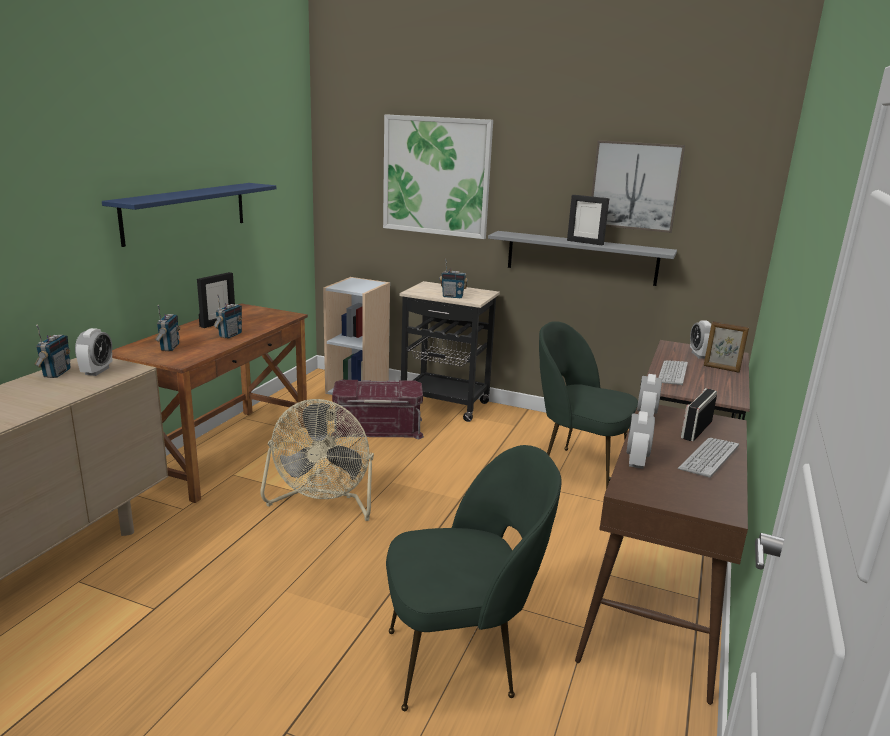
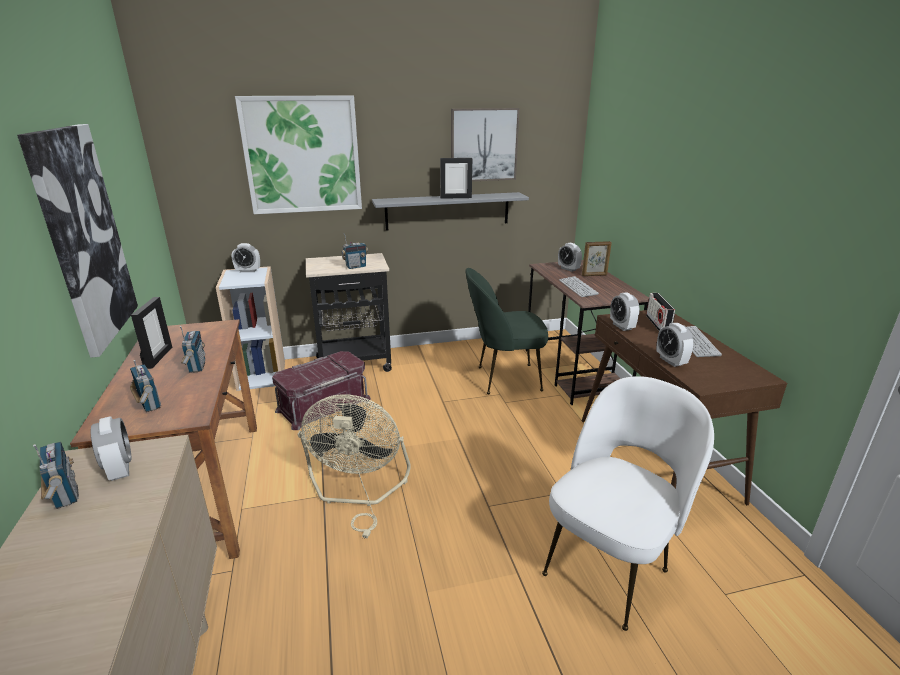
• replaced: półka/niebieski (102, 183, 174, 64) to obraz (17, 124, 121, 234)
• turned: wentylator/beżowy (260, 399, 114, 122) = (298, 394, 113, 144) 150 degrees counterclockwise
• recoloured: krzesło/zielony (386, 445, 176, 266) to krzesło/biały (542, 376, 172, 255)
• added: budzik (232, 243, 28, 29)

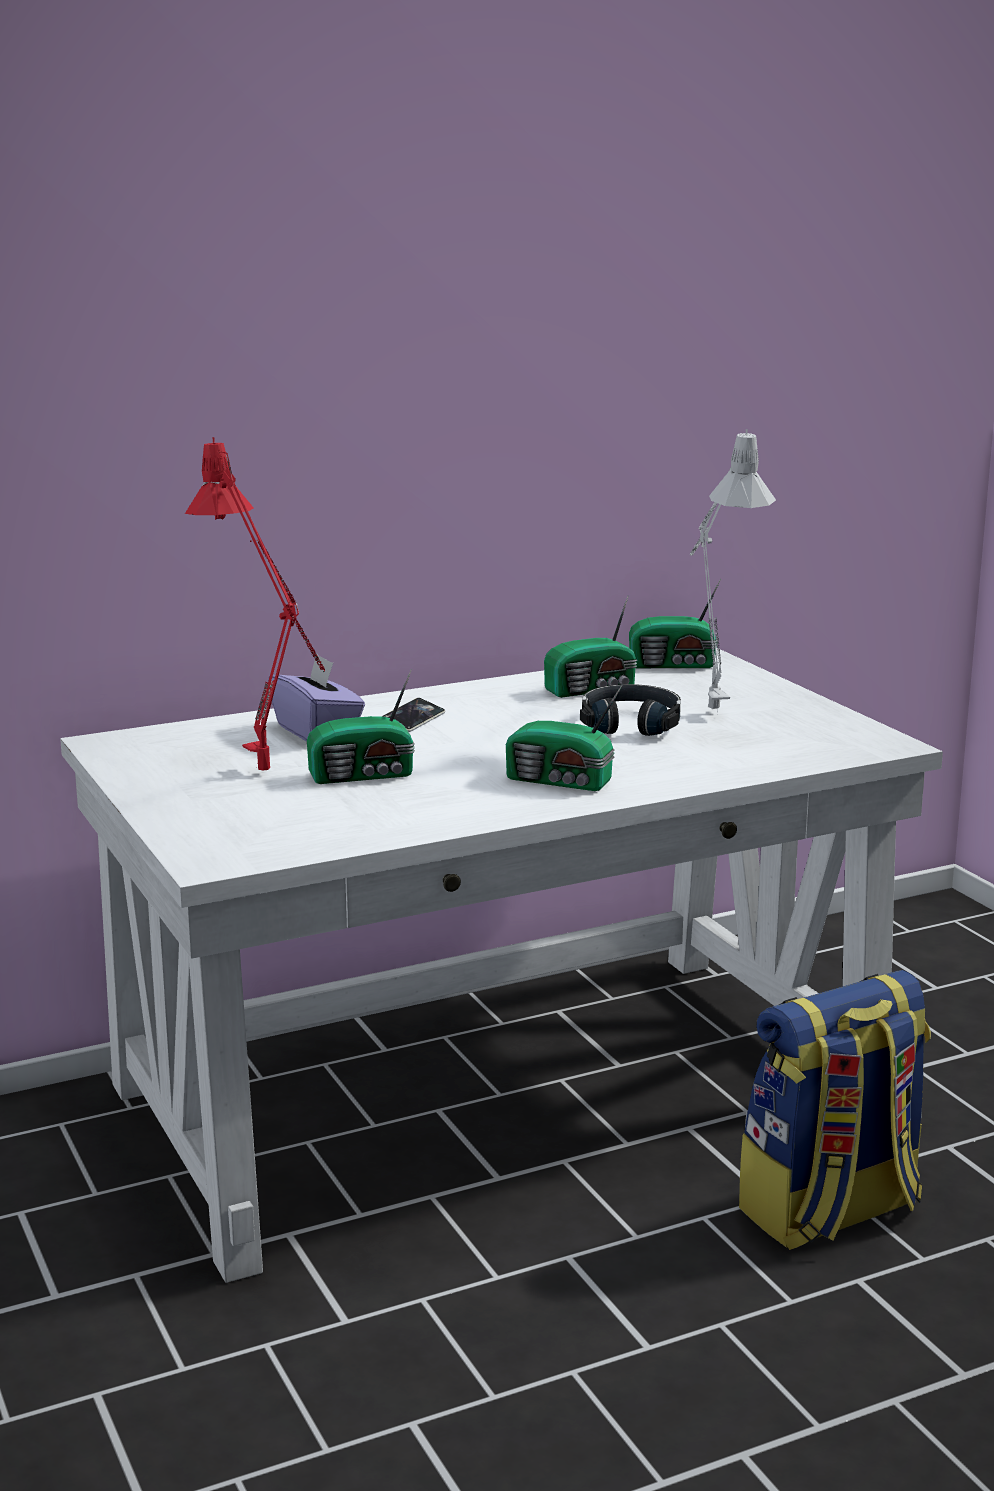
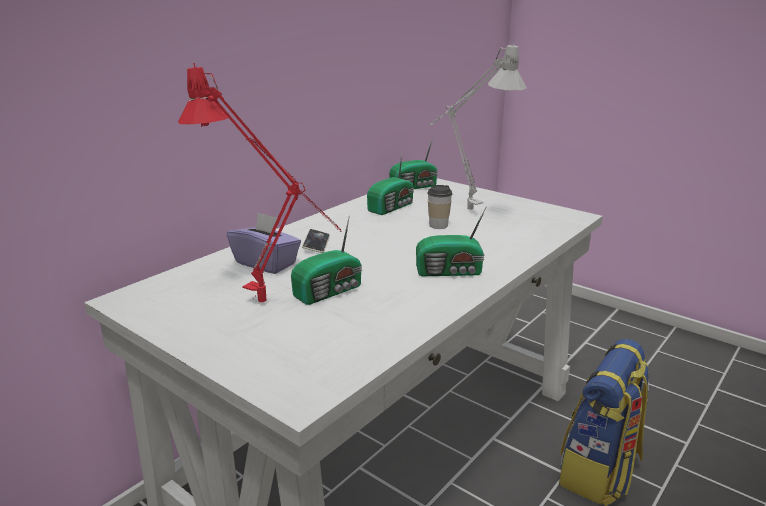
• replaced: słuchawki/czarny (580, 684, 101, 52) to filiżanka (427, 185, 25, 44)

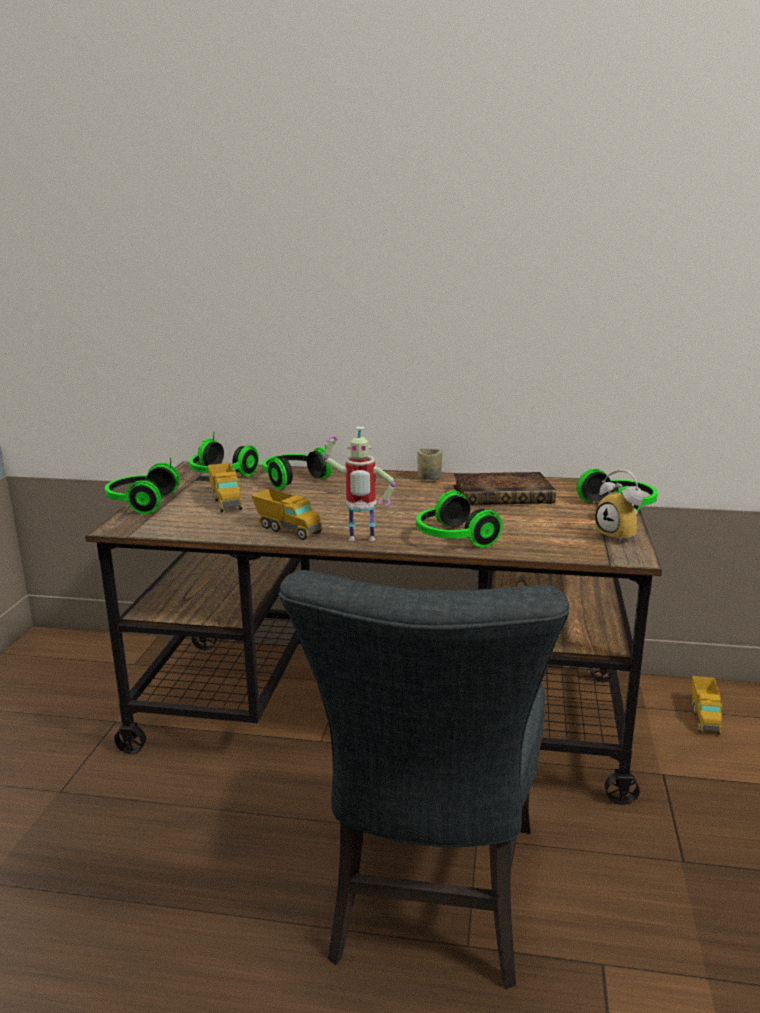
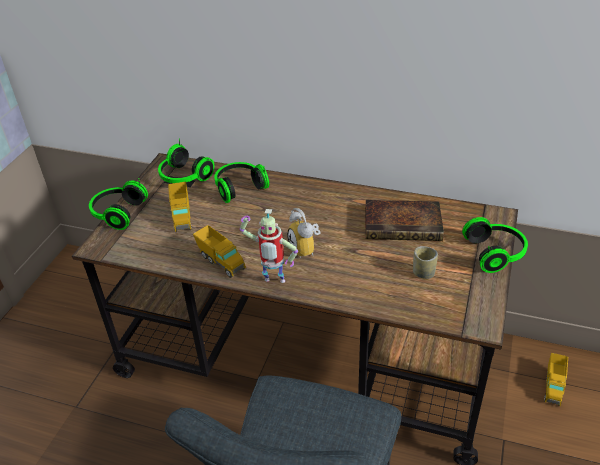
• moved: filiżanka (418, 448, 24, 32) to (413, 246, 25, 33)
• moved: budzik (595, 469, 48, 74) to (287, 208, 34, 50)
• removed: słuchawki (416, 483, 87, 65)

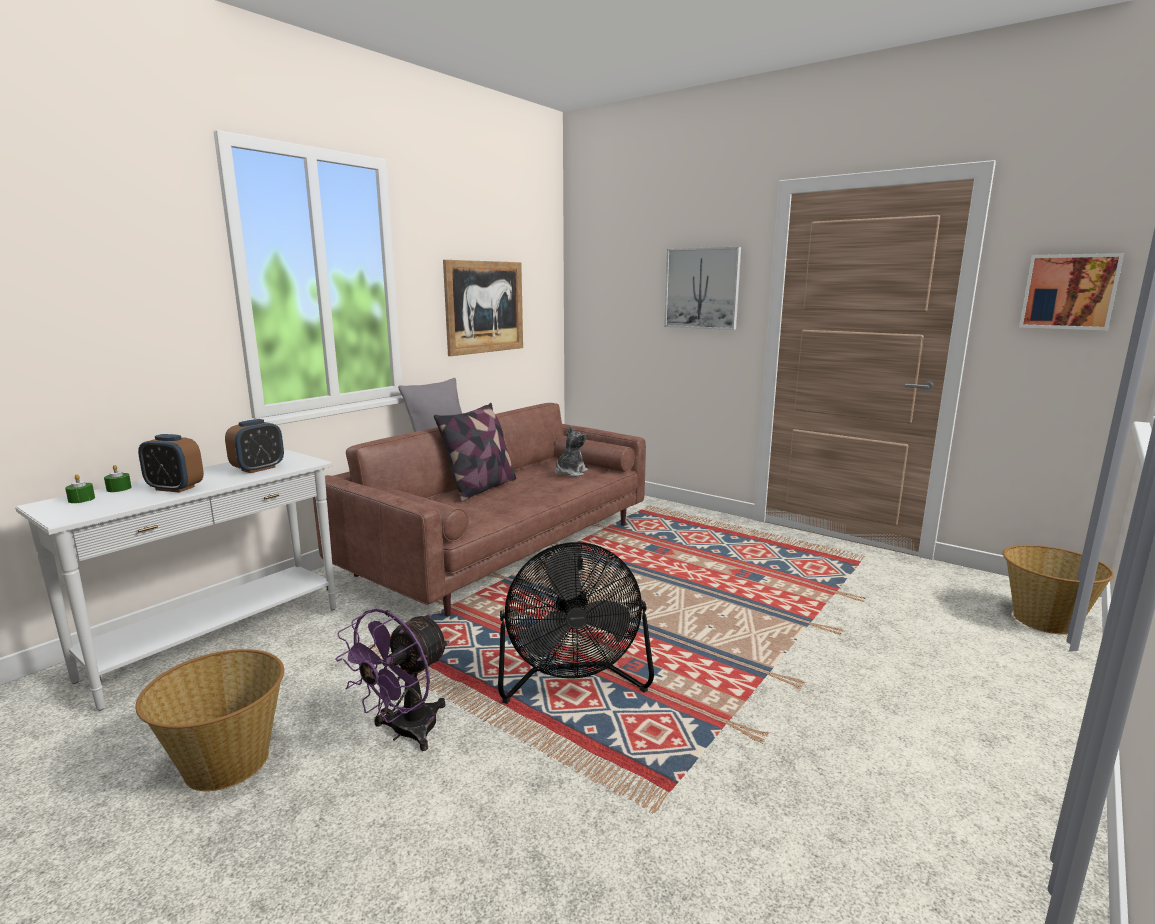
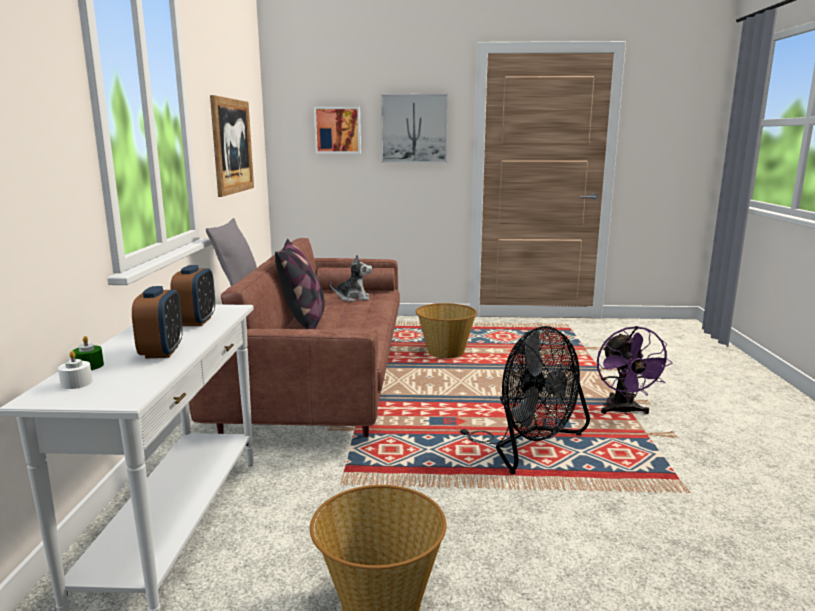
• moved: obraz (1019, 253, 105, 77) to (314, 107, 47, 46)
• turned: pluszak (555, 426, 33, 51) = (330, 255, 42, 47) 90 degrees clockwise
• turned: budzik (138, 434, 66, 59) = (132, 286, 51, 73) 75 degrees counterclockwise
• recoloured: świeca/zielony (65, 474, 30, 29) to świeca/biały (58, 351, 35, 38)
• moved: koszyk (1003, 545, 111, 90) to (415, 303, 62, 55)
• moved: wentylator/fioletowy (335, 608, 114, 143) to (597, 326, 76, 89)

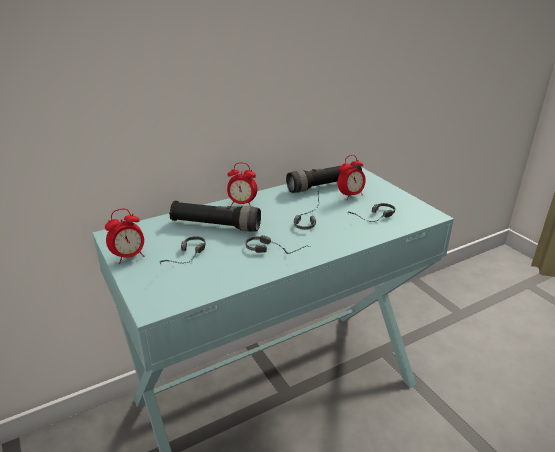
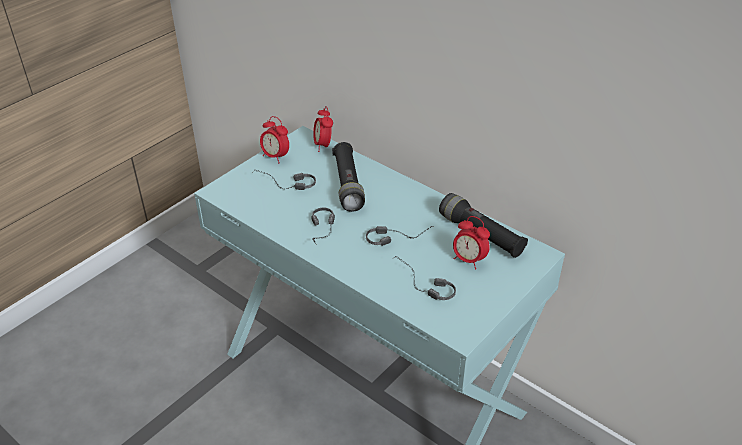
• moved: budzik (227, 162, 30, 44) to (313, 106, 20, 46)

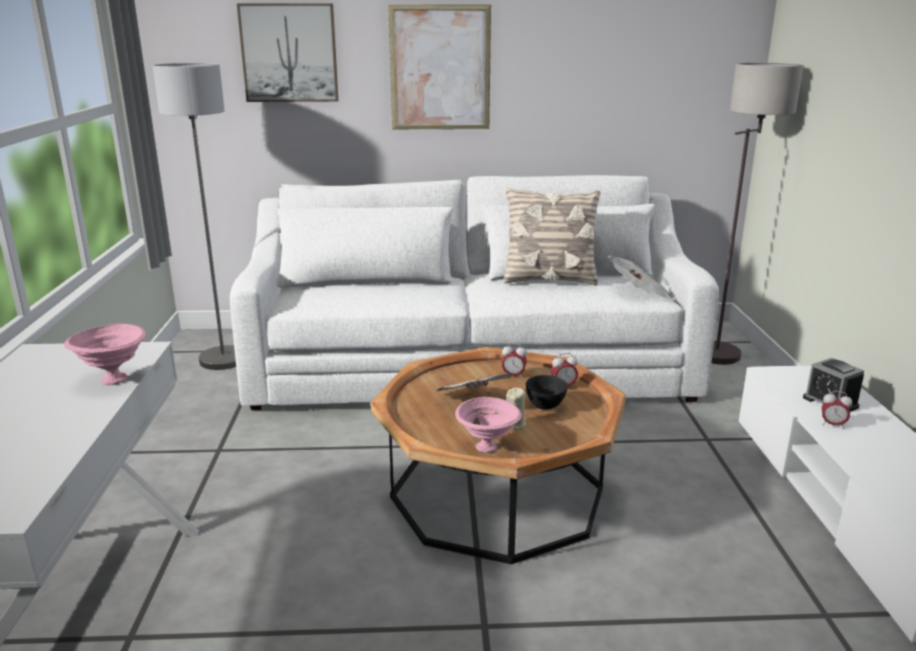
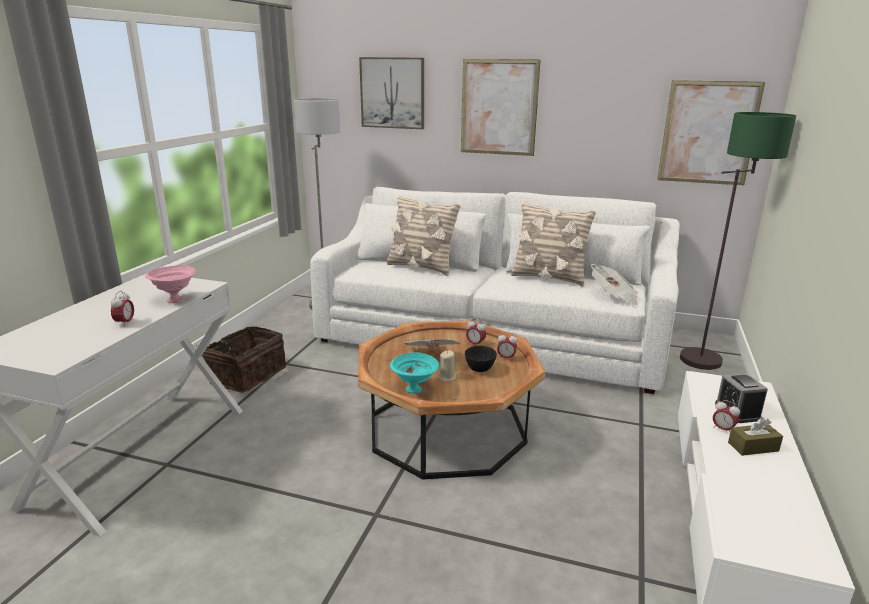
• recoloured: lampa stojąca/szary (711, 63, 92, 302) to lampa stojąca/zielony (680, 112, 116, 258)
• recoloured: miska/różowy (455, 397, 67, 56) to miska/turkusowy (390, 352, 49, 41)
• added: obraz (657, 80, 108, 105)
• added: poduszka/beżowy (387, 196, 74, 80)
• added: budzik (110, 291, 24, 36)
• added: koszyk (195, 327, 91, 66)
• added: pudełko chusteczek/brązowy (728, 417, 55, 39)

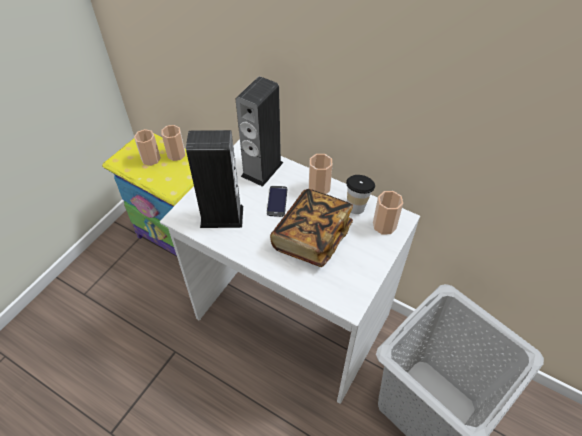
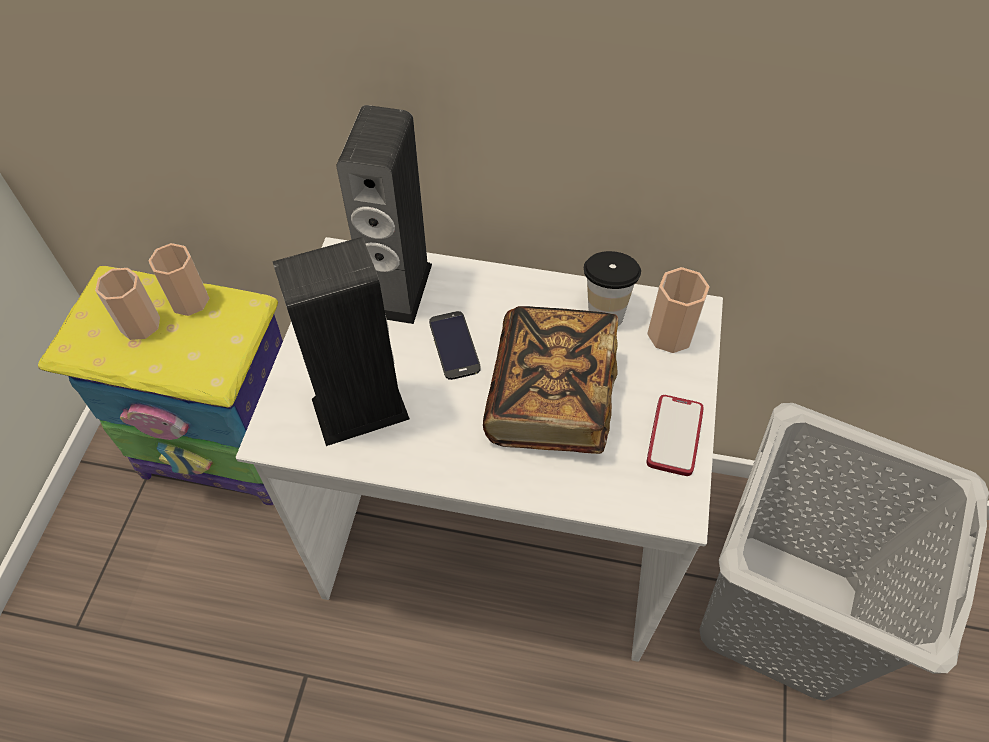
• removed: filiżanka (309, 154, 23, 40)
• added: telefon (646, 395, 58, 81)

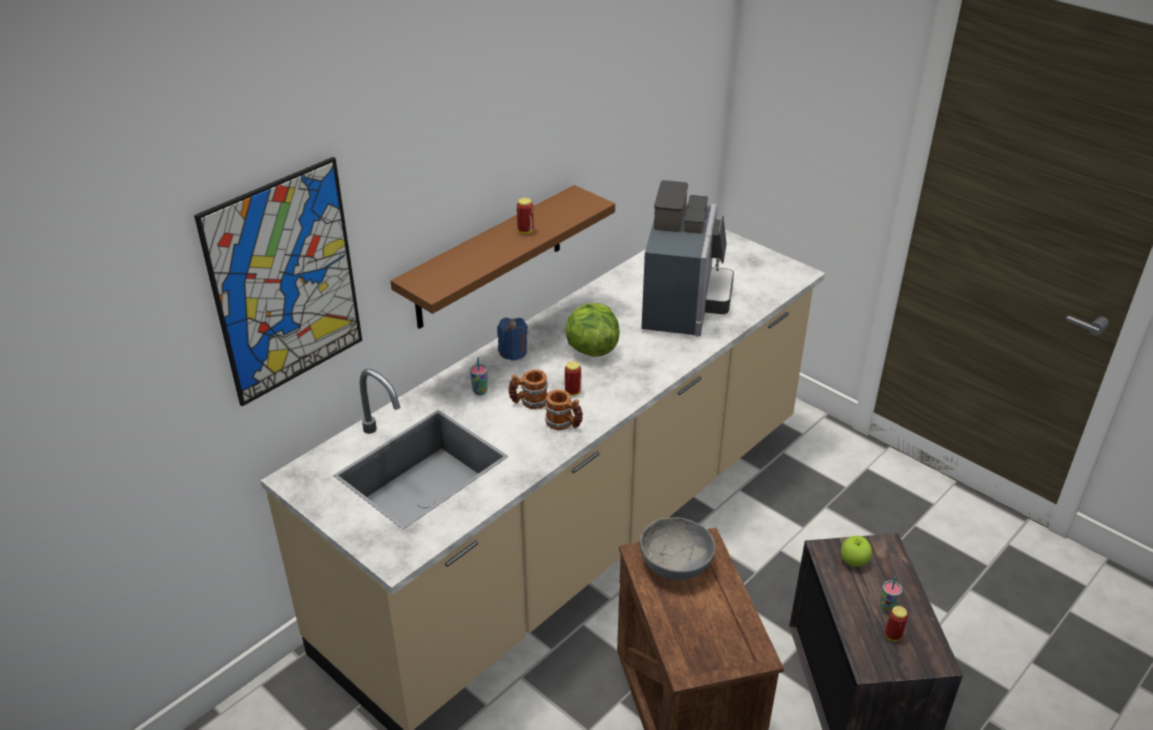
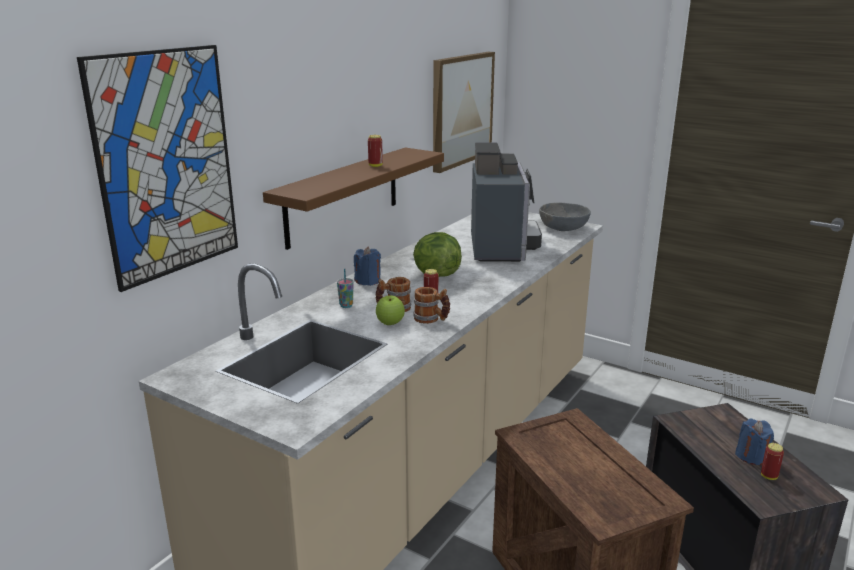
• moved: miska/szary (640, 517, 75, 63) to (539, 202, 52, 29)
• moved: jabłko (841, 536, 31, 30) to (376, 295, 29, 30)
• replaced: filiżanka (880, 577, 22, 36) to świeca/niebieski (735, 419, 39, 46)
• added: obraz (433, 52, 62, 121)

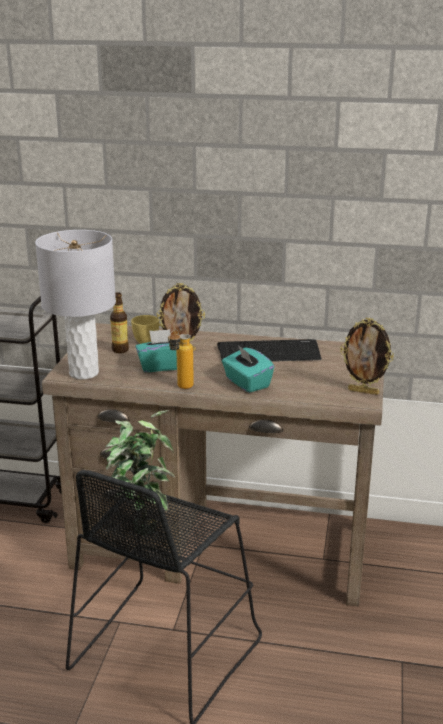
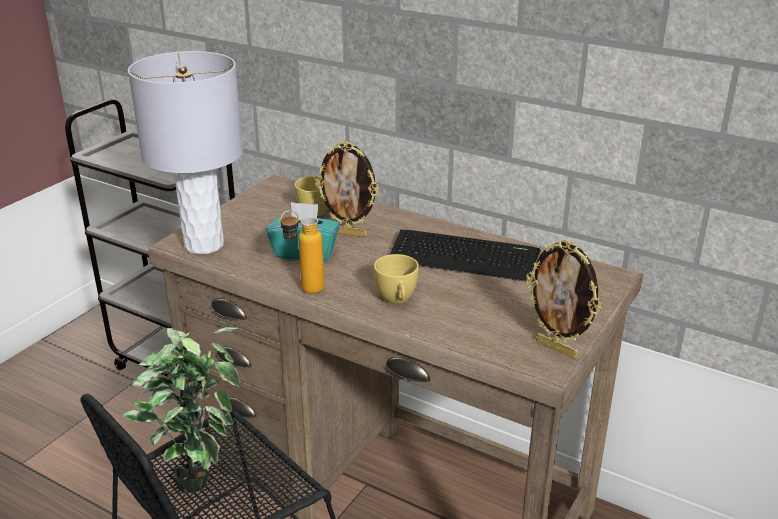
• removed: butelka (110, 292, 19, 61)
• replaced: pudełko chusteczek/turkusowy (222, 345, 52, 48) to filiżanka/żółty (374, 254, 45, 50)

